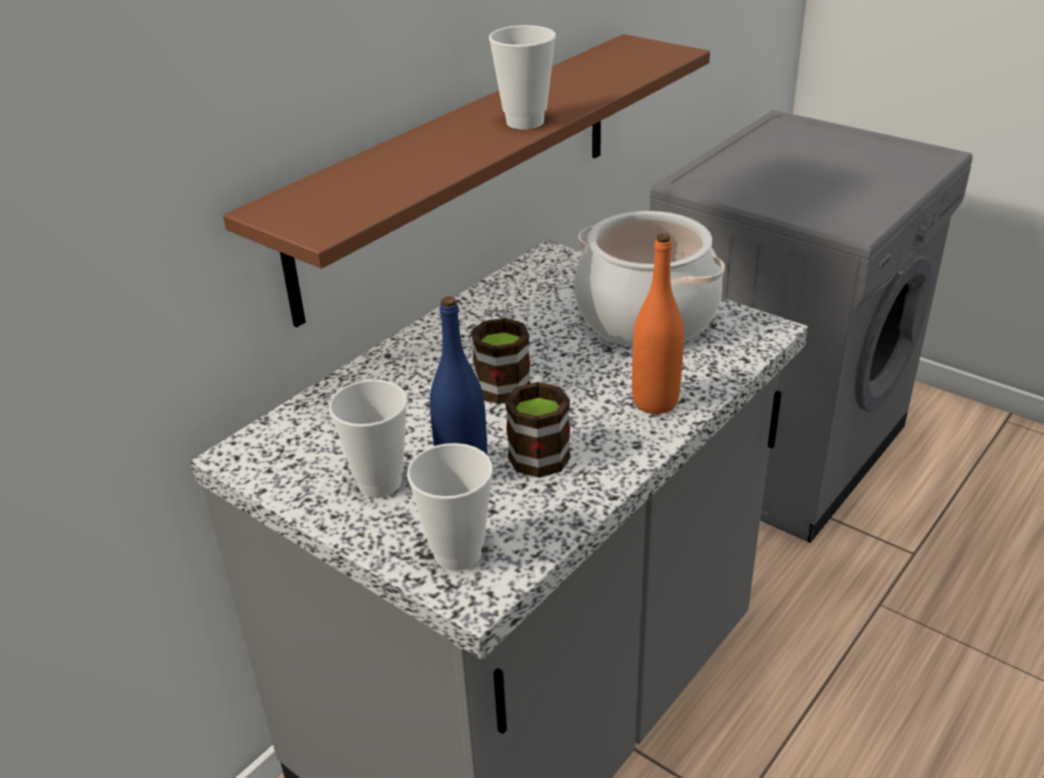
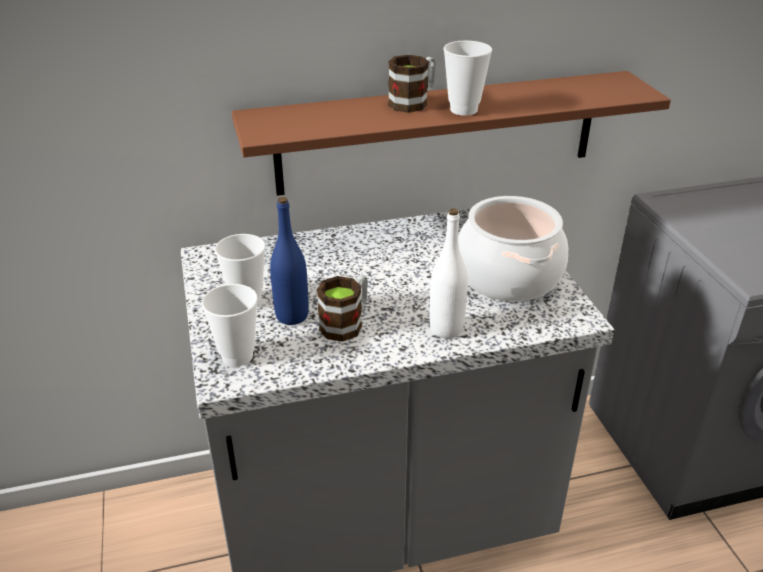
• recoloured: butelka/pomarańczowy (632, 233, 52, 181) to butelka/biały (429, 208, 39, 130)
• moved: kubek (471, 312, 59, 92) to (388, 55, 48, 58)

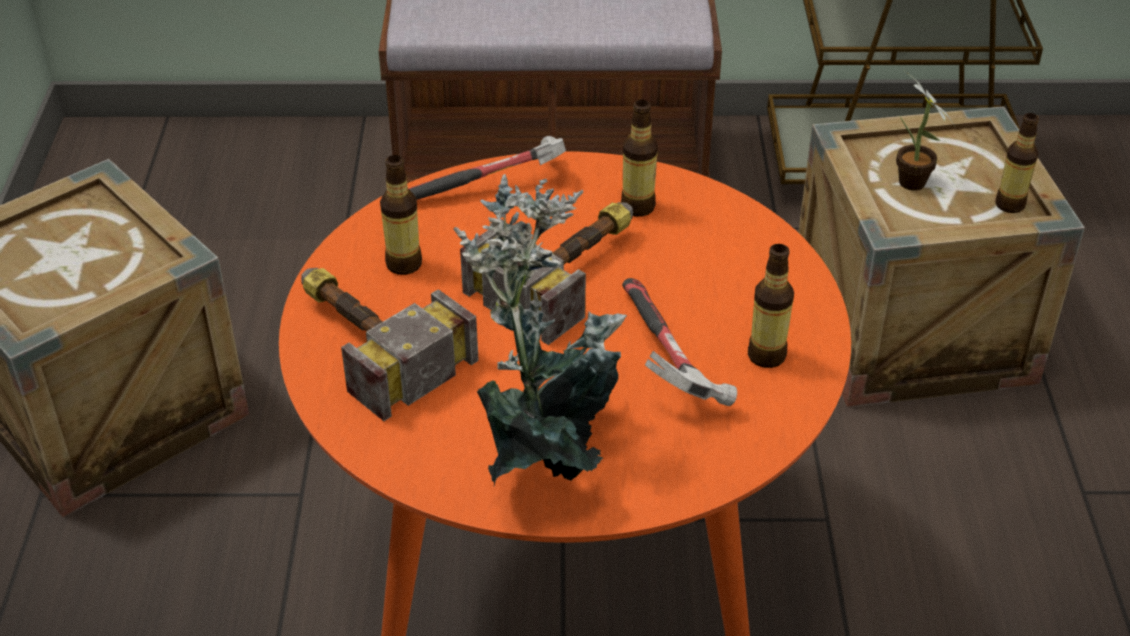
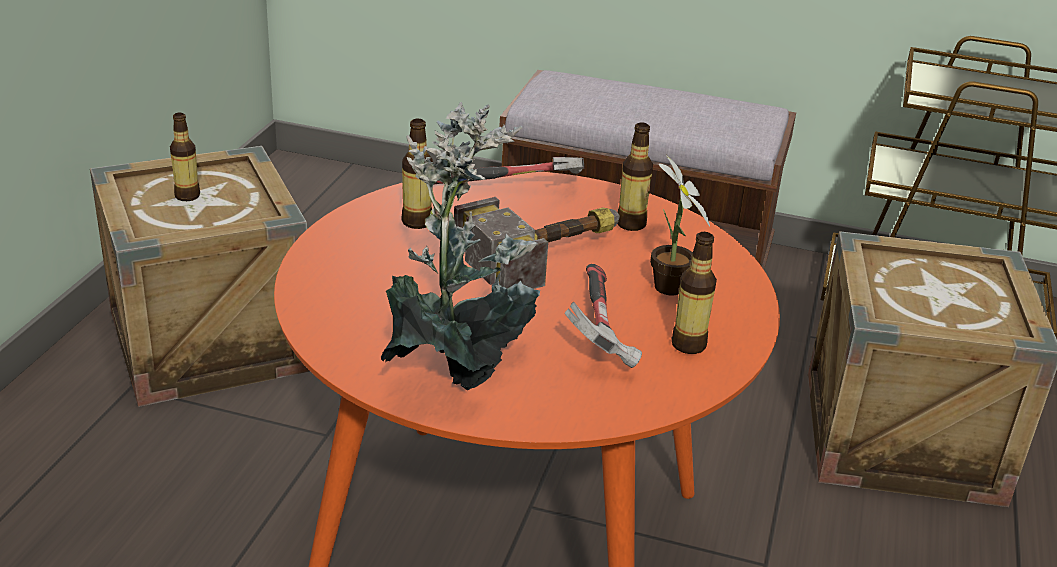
• moved: roślina doniczkowa (896, 71, 60, 120) to (650, 155, 60, 141)
• moved: butelka (996, 113, 43, 100) to (170, 113, 30, 88)
• removed: młotek (301, 268, 178, 153)

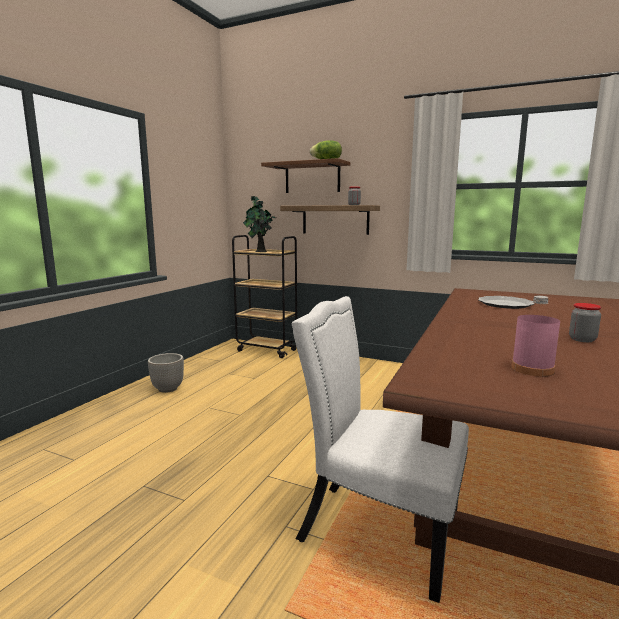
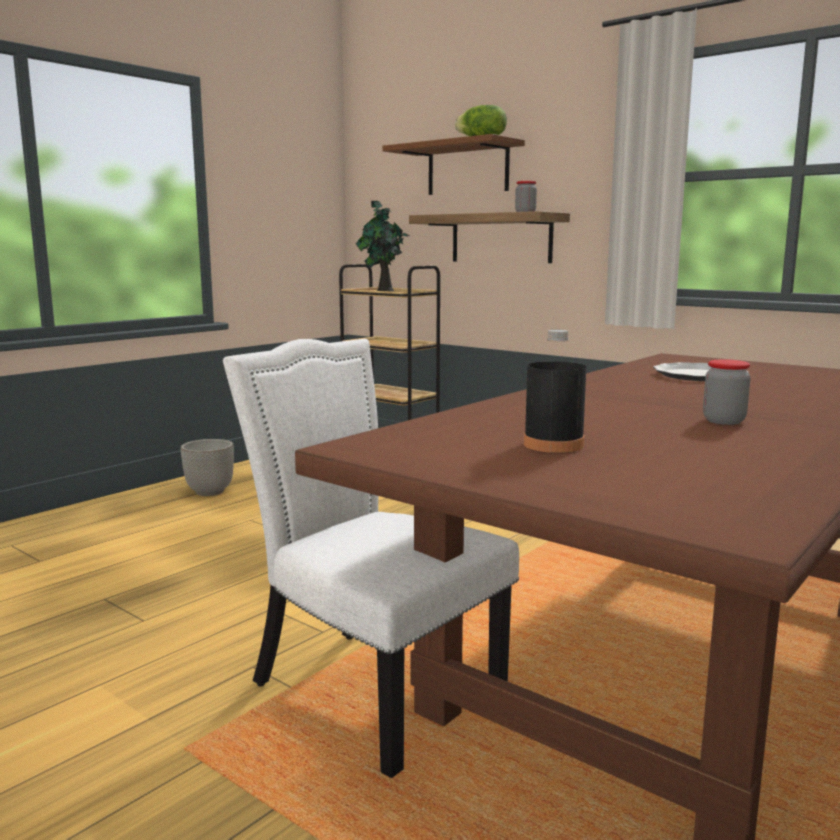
• recoloured: butelka/różowy (511, 296, 49, 80) to butelka/czarny (524, 330, 62, 123)

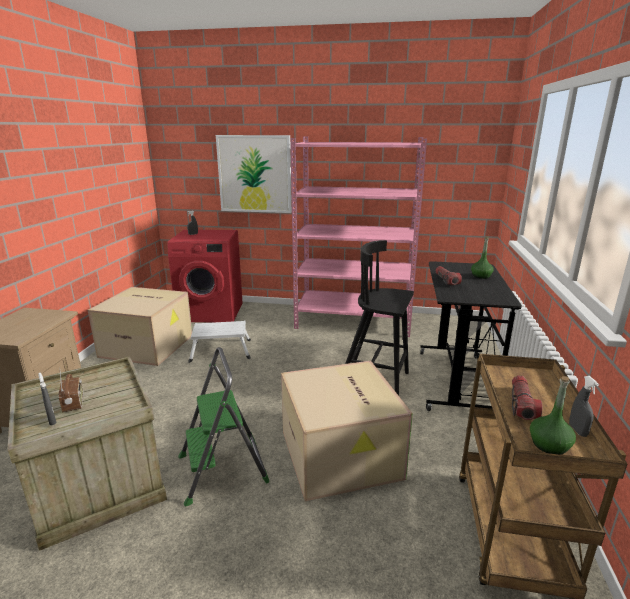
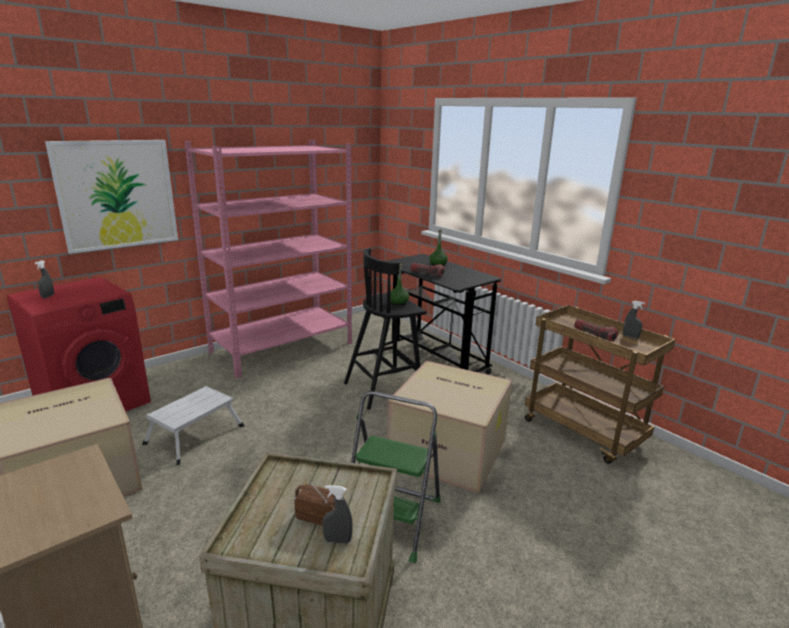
• moved: butelka/zielony (530, 376, 46, 79) to (390, 264, 19, 41)

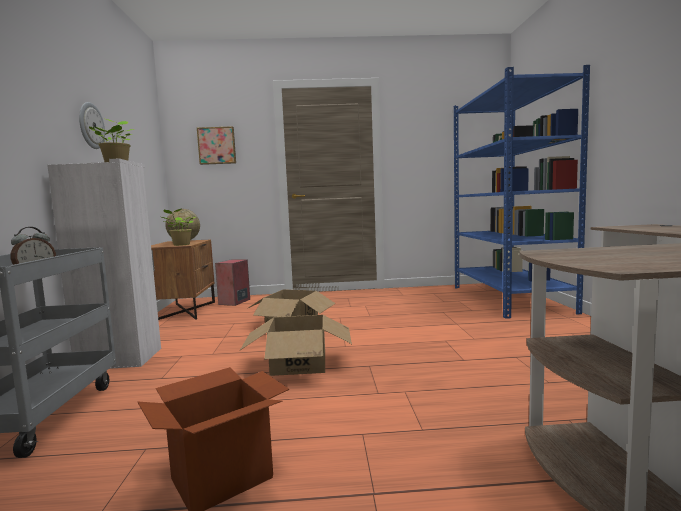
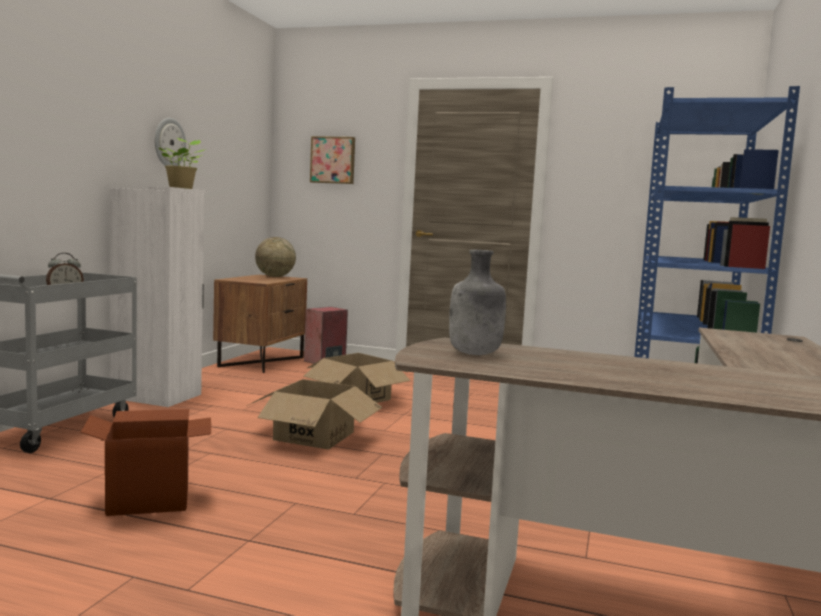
• removed: roślina doniczkowa (162, 209, 33, 37)
• added: butelka/szary (449, 249, 57, 106)

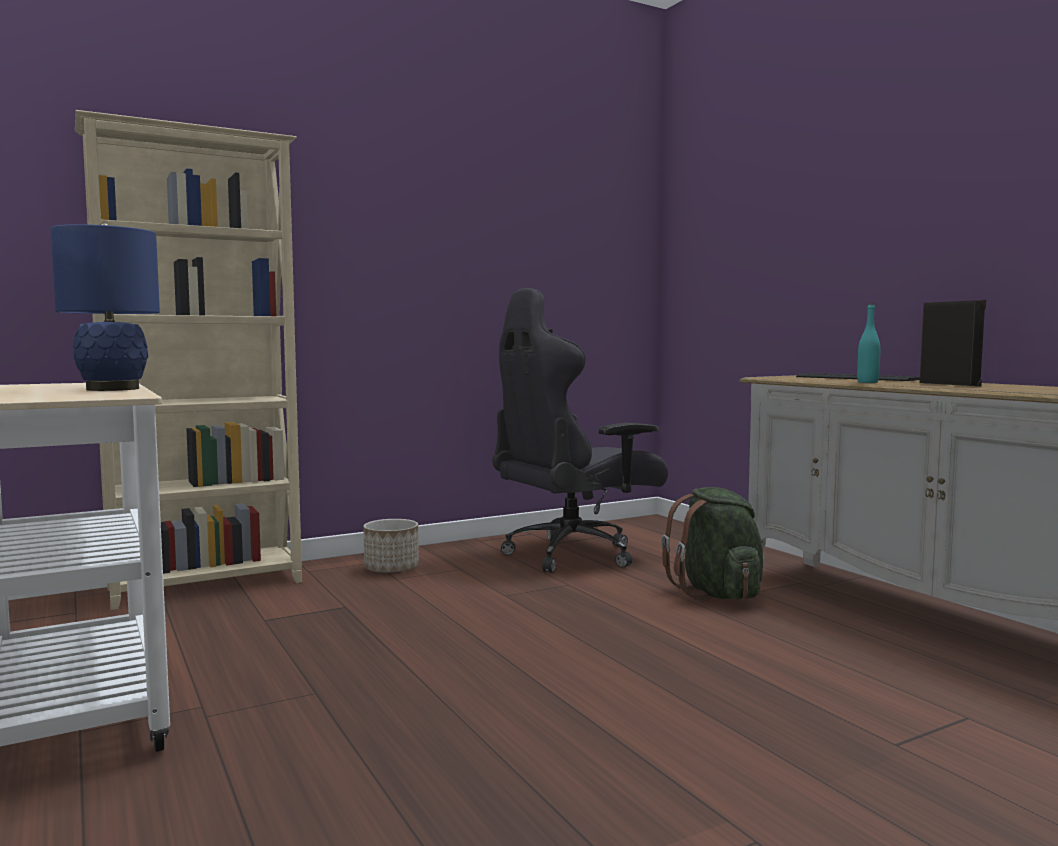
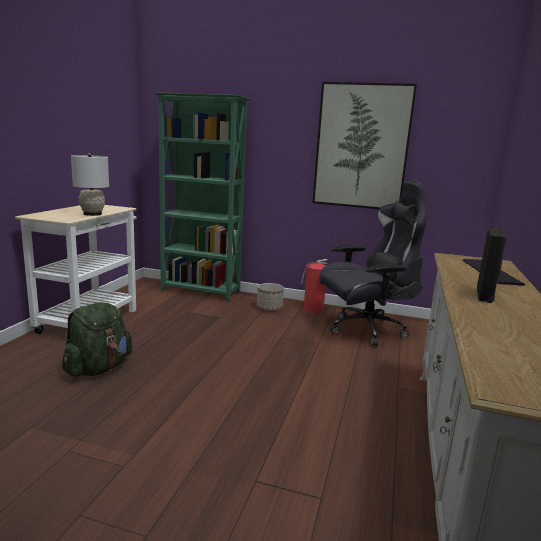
• recoloured: regał/beżowy (75, 110, 227, 500) to regał/zielony (154, 92, 96, 210)
• recoloured: lampa stołowa/niebieski (51, 223, 109, 168) to lampa stołowa/biały (71, 153, 38, 63)
• turned: krzesło biurowe/czarny (492, 288, 176, 285) = (319, 180, 108, 167) 150 degrees clockwise
• removed: butelka/turkusowy (857, 303, 23, 80)
• moved: plecak/zielony (661, 487, 102, 113) to (62, 302, 70, 75)
• added: obraz (312, 82, 105, 127)
• added: gaśnica (301, 259, 26, 54)

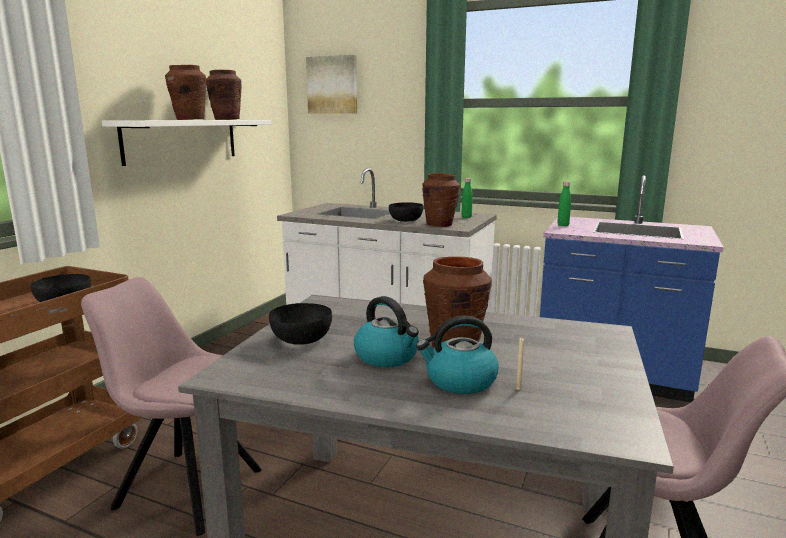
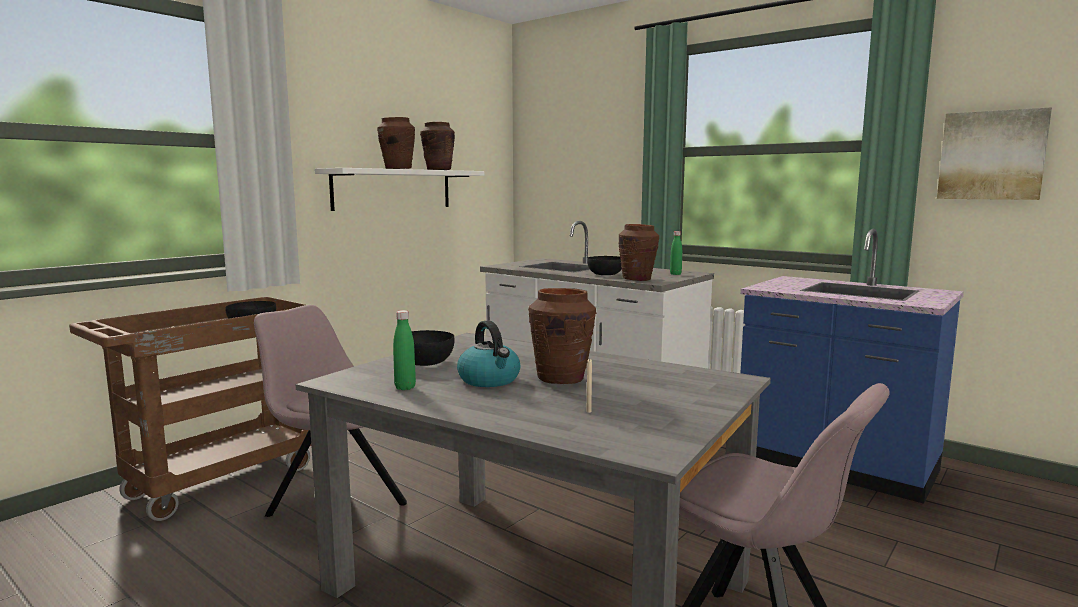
• moved: obraz (306, 55, 51, 59) to (937, 107, 115, 93)
• moved: butelka/zielony (557, 182, 14, 44) to (393, 310, 23, 80)
• removed: czajnik (416, 316, 83, 78)

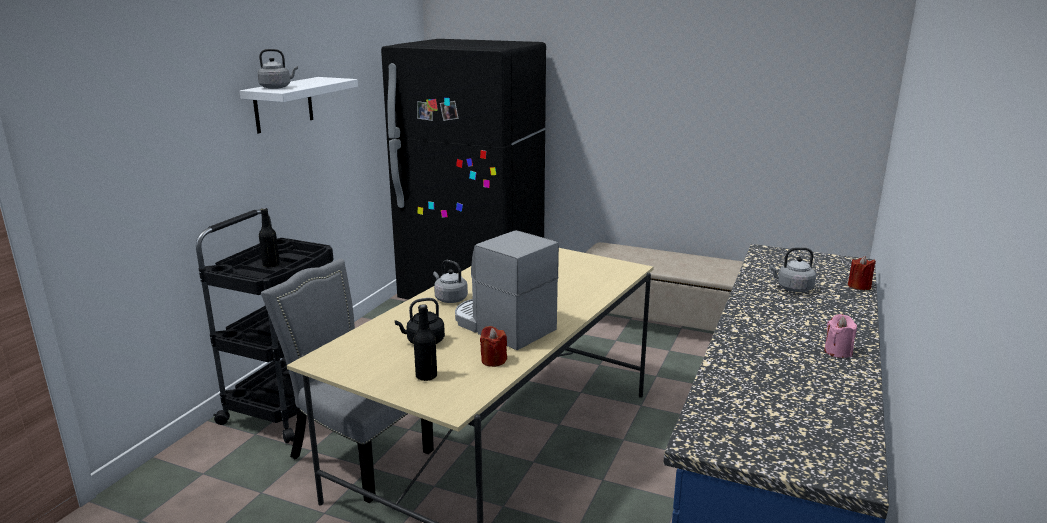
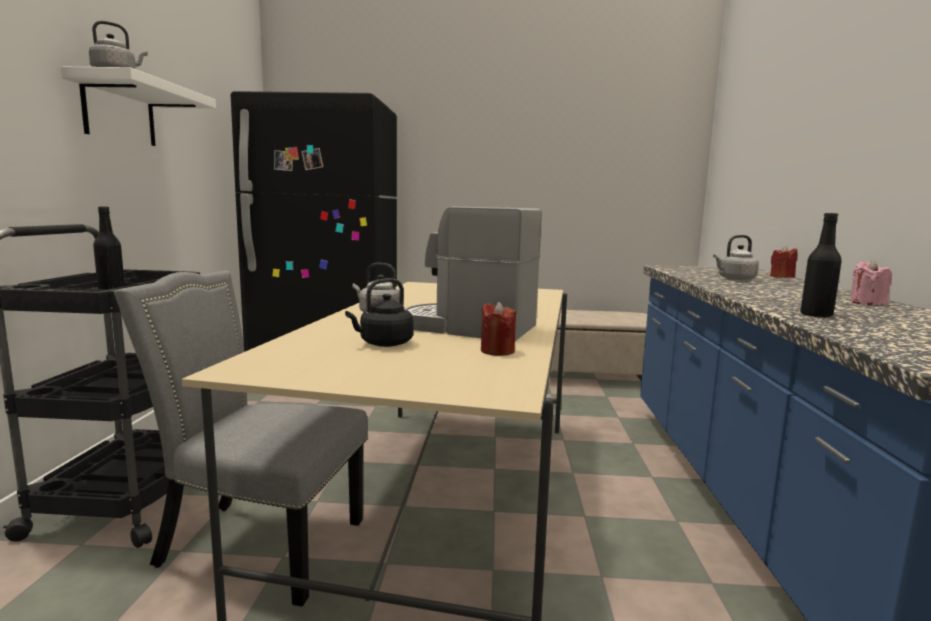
• moved: butelka/czarny (413, 304, 24, 77) to (800, 213, 42, 105)

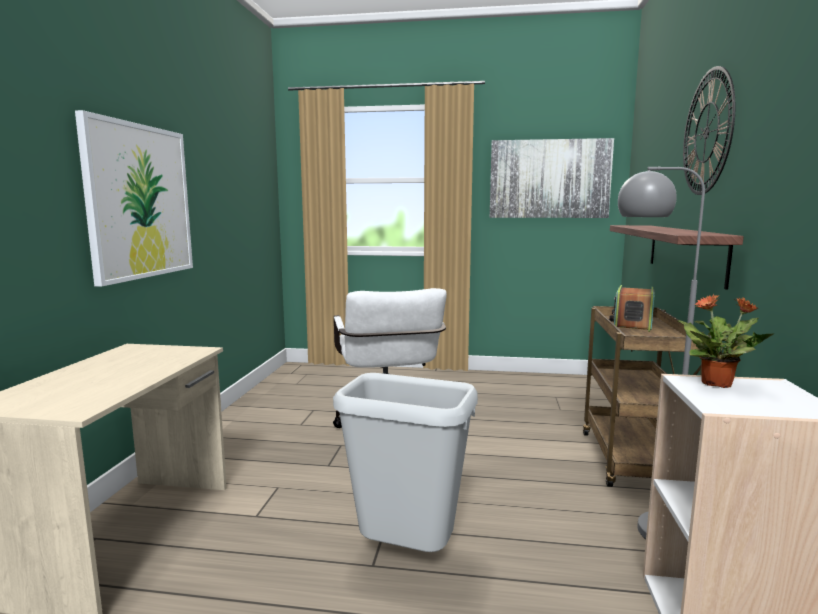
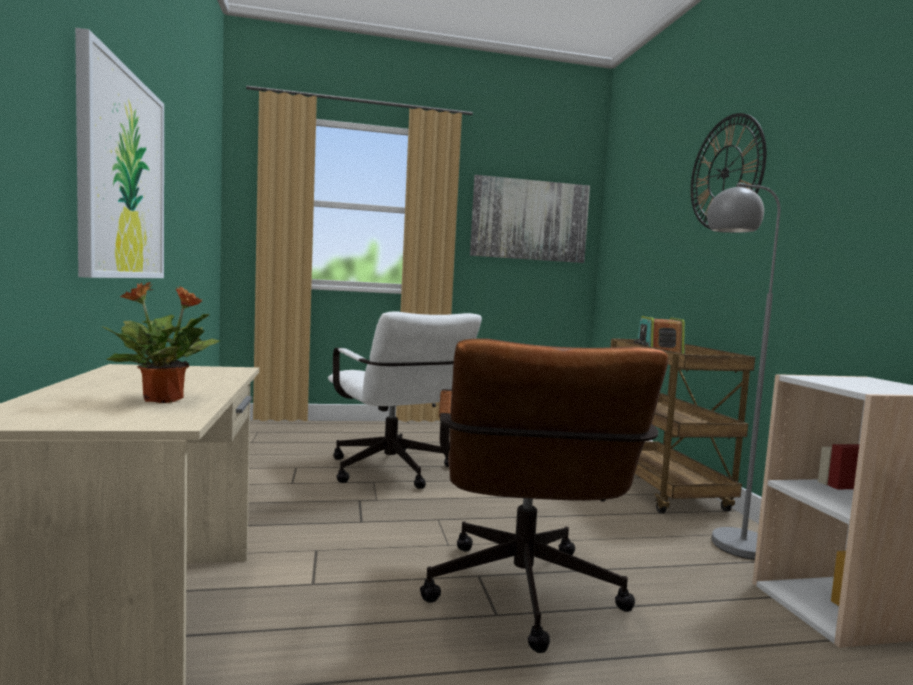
• removed: półka (610, 225, 134, 65)
• moved: roślina doniczkowa (678, 294, 95, 94) to (101, 282, 119, 121)
• replaced: kosz na śmieci/szary (333, 373, 145, 179) to krzesło biurowe/brązowy (420, 338, 248, 315)

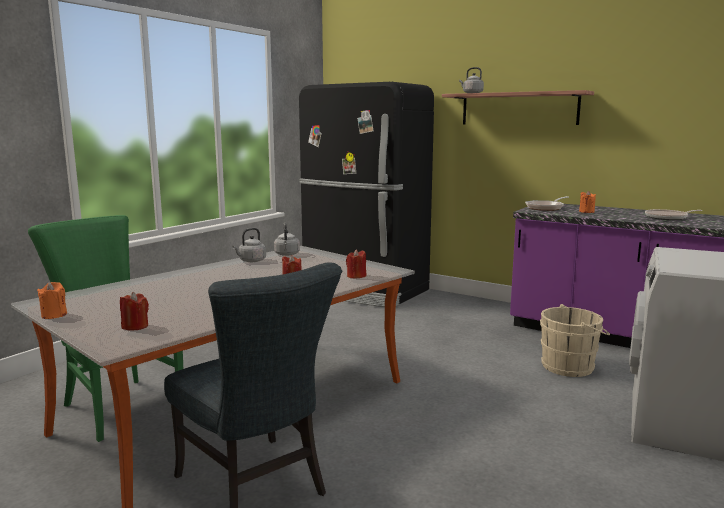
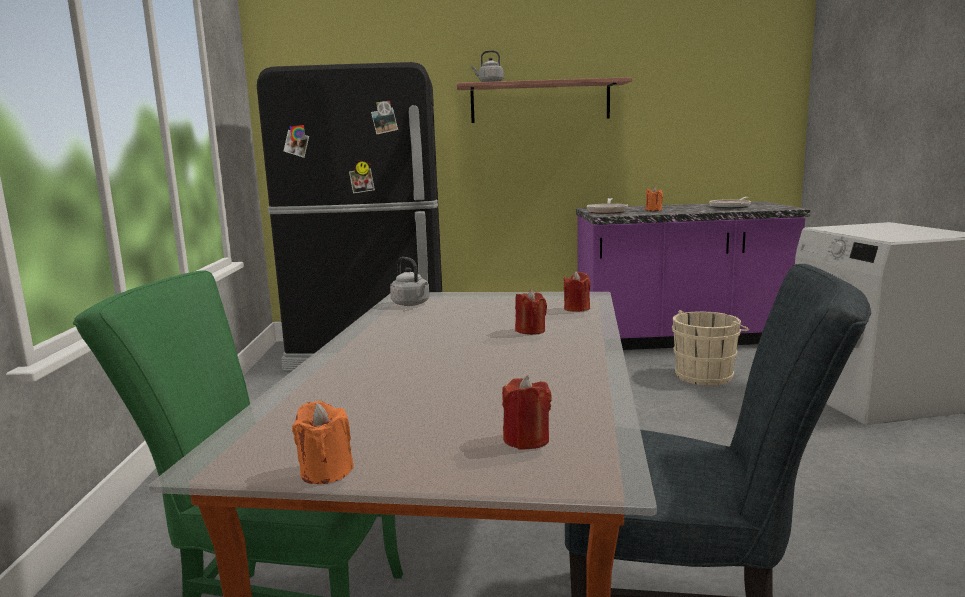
• removed: czajnik/szary (232, 228, 34, 34)

